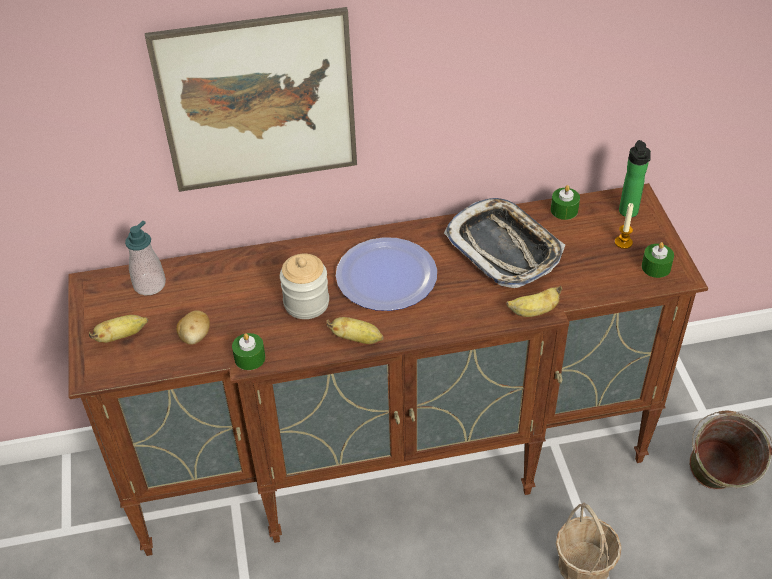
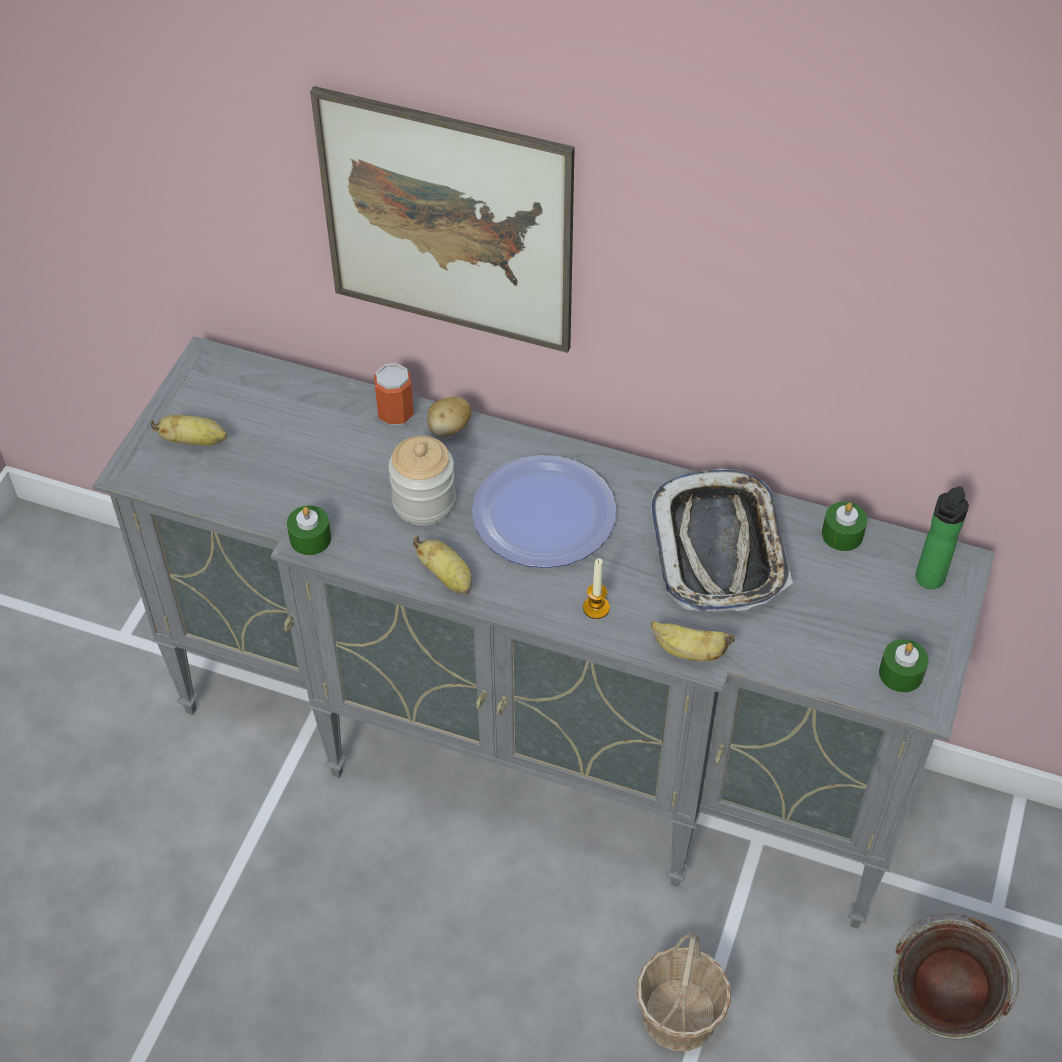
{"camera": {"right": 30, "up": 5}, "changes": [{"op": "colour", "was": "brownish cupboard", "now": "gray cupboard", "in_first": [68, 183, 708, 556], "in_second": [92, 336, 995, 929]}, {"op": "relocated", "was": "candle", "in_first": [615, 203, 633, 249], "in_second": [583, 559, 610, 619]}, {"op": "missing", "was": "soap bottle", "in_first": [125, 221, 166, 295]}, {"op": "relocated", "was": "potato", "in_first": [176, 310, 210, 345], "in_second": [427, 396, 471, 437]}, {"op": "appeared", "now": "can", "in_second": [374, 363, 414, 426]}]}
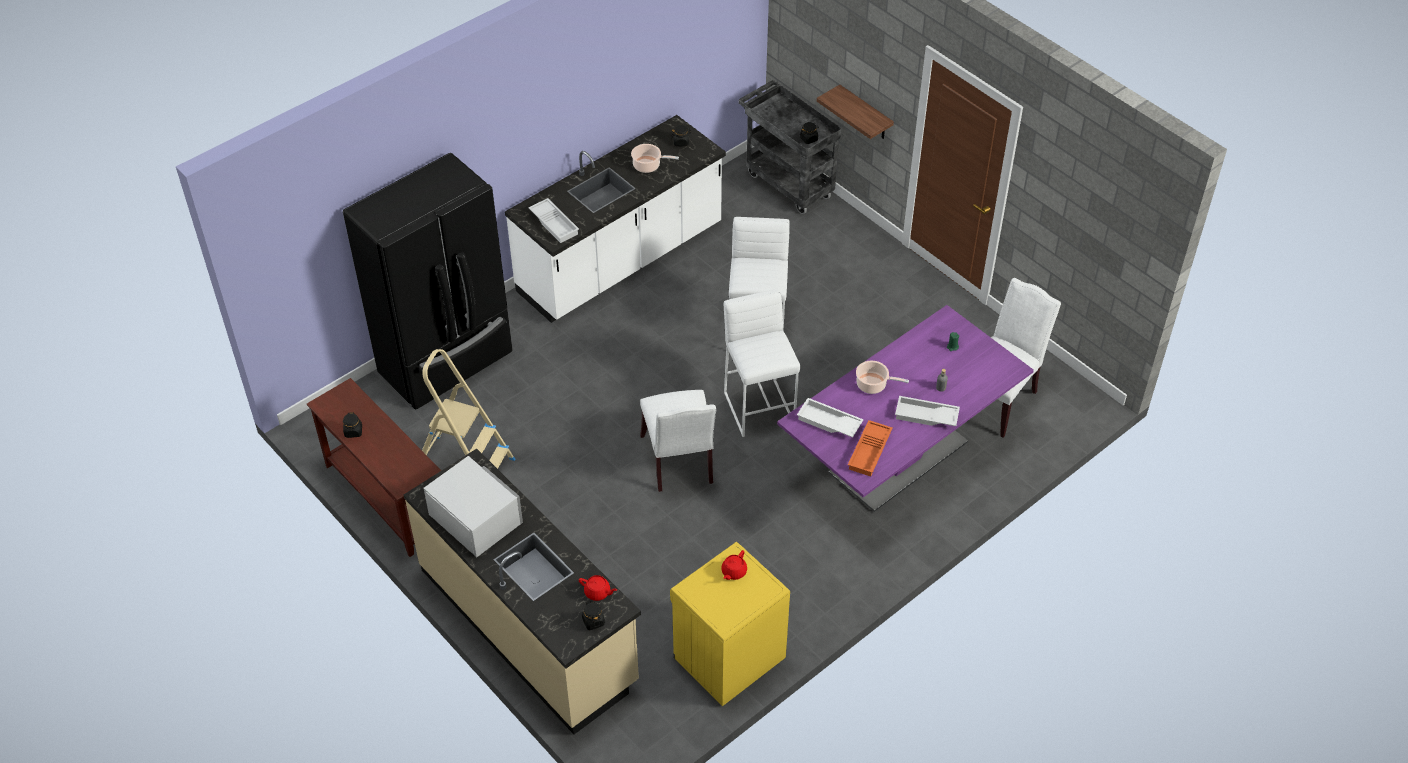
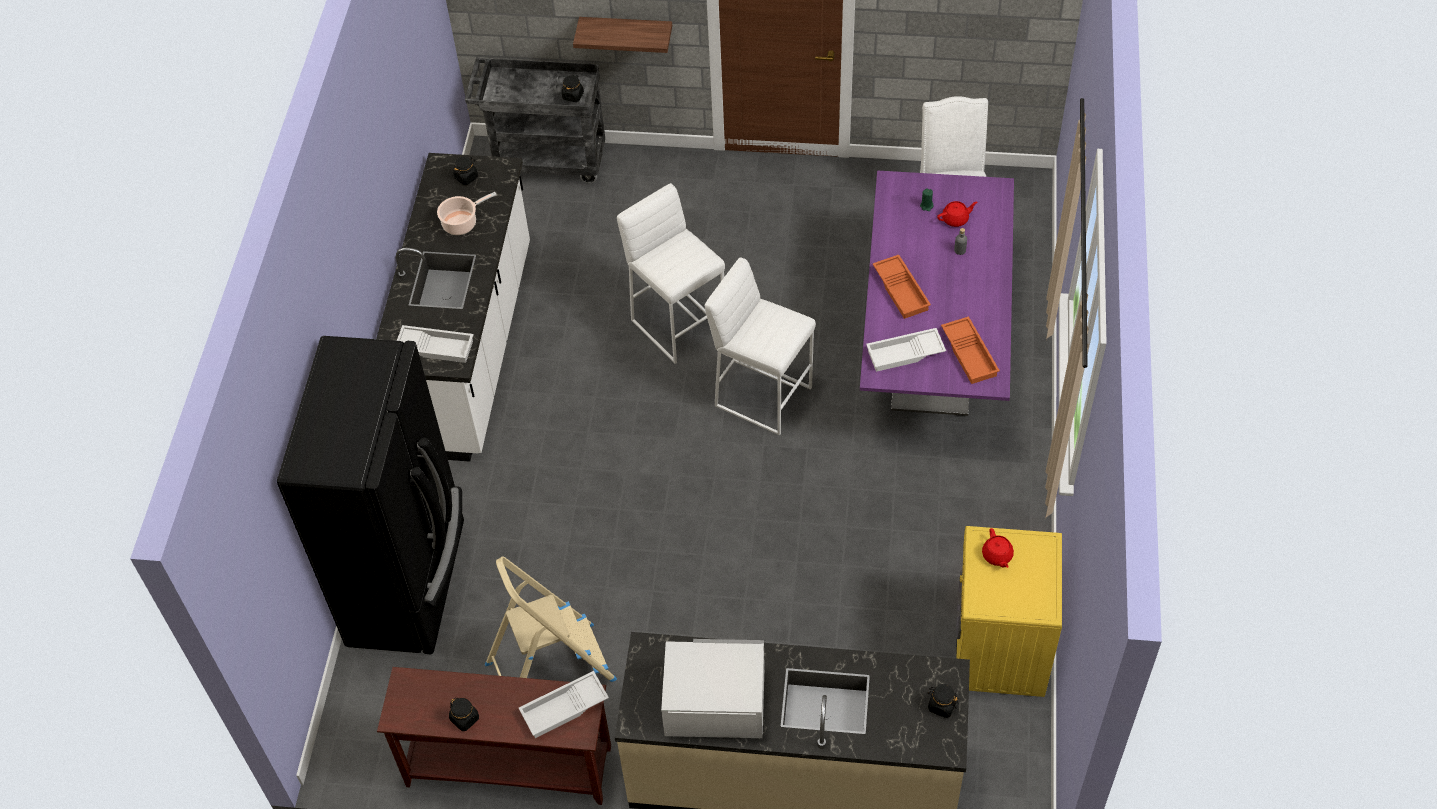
{"camera": {"right": -40, "up": 5}, "changes": [{"op": "exchanged", "was": "cooking pot", "now": "orange-coloured serving tray", "in_first": [856, 361, 909, 394], "in_second": [873, 255, 931, 319]}, {"op": "missing", "was": "white chair", "in_first": [640, 390, 716, 492]}, {"op": "relocated", "was": "white serving tray", "in_first": [895, 396, 960, 426], "in_second": [519, 671, 609, 738]}, {"op": "relocated", "was": "reddish tea pot", "in_first": [579, 575, 617, 601], "in_second": [937, 201, 977, 227]}]}
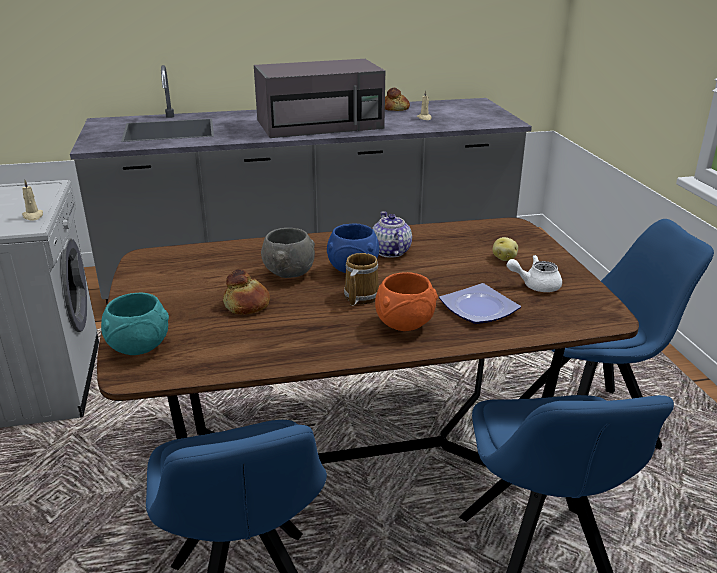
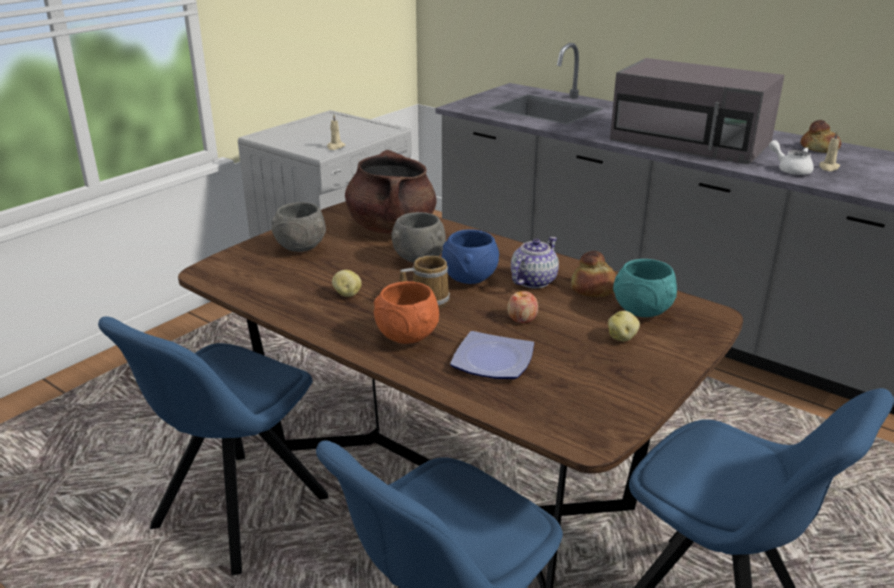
{"camera": {"right": 50, "up": 0}, "changes": [{"op": "relocated", "was": "white tea pot", "in_first": [507, 255, 562, 292], "in_second": [769, 140, 814, 175]}, {"op": "relocated", "was": "bakery bread", "in_first": [223, 269, 270, 315], "in_second": [571, 251, 616, 297]}, {"op": "relocated", "was": "turquoise-coloured deep dish", "in_first": [101, 293, 169, 355], "in_second": [613, 259, 677, 317]}, {"op": "appeared", "now": "brownish cooking pot", "in_second": [345, 150, 437, 234]}, {"op": "appeared", "now": "gray deep dish", "in_second": [271, 202, 326, 252]}, {"op": "appeared", "now": "potato", "in_second": [332, 270, 362, 297]}, {"op": "appeared", "now": "apple fruit", "in_second": [507, 291, 538, 323]}]}
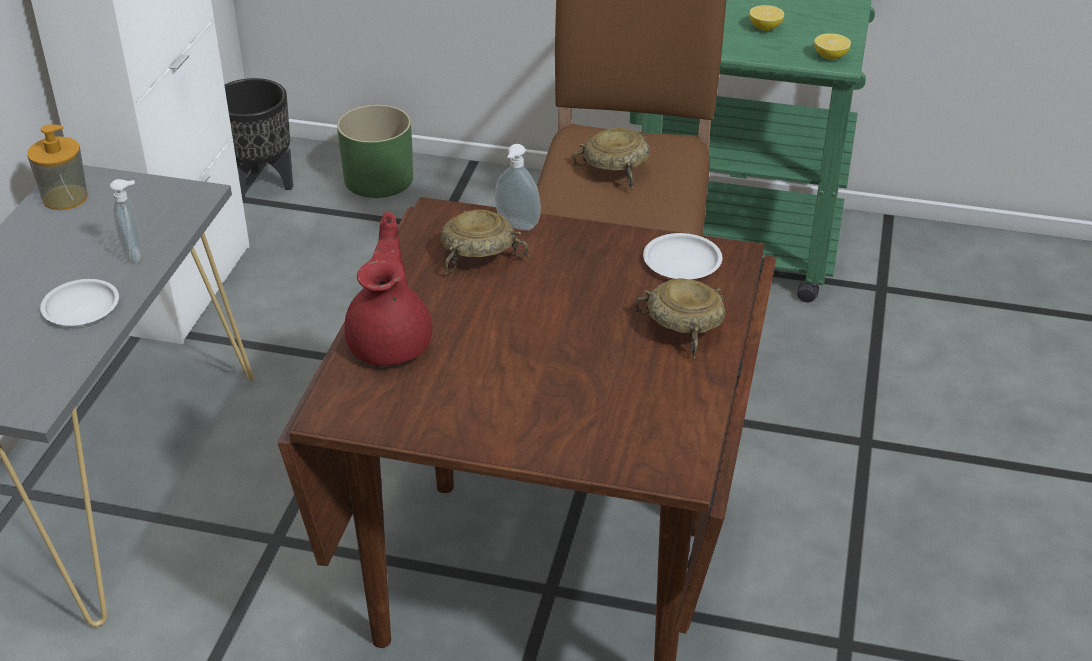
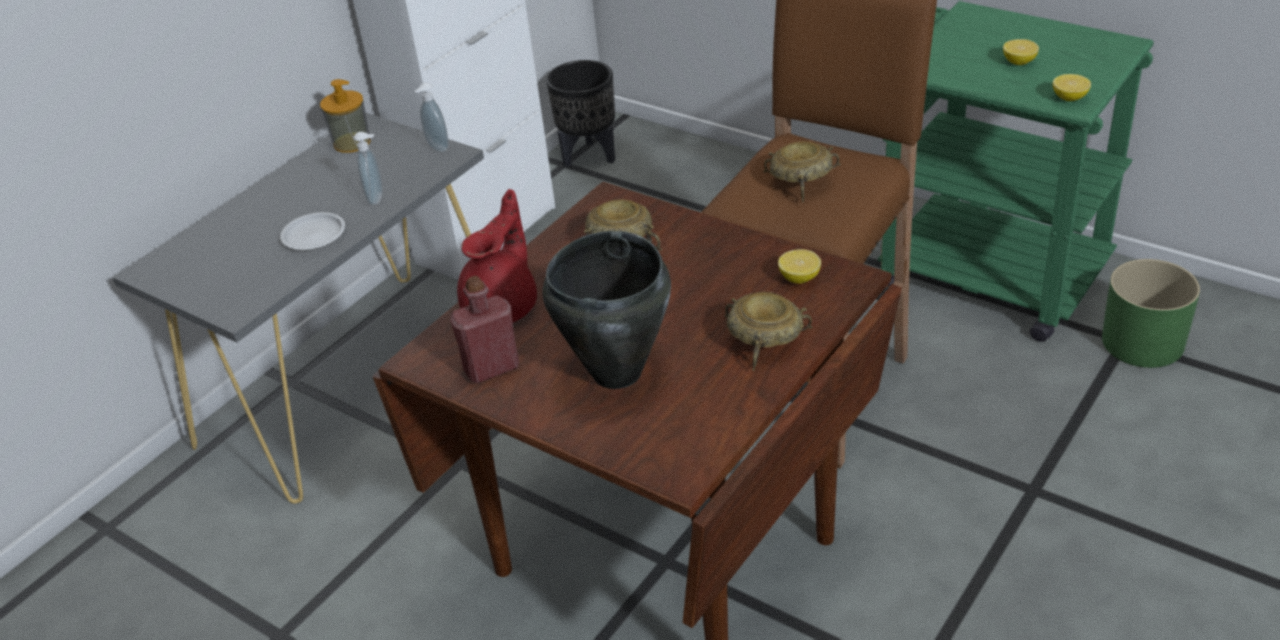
{"camera": {"right": 25, "up": 0}, "changes": [{"op": "relocated", "was": "green-coloured flower pot", "in_first": [337, 105, 413, 198], "in_second": [1102, 259, 1200, 368]}, {"op": "relocated", "was": "soap bottle", "in_first": [495, 144, 541, 231], "in_second": [414, 82, 449, 152]}, {"op": "exchanged", "was": "white plate", "now": "whole lemon", "in_first": [643, 233, 722, 279], "in_second": [778, 249, 821, 284]}, {"op": "appeared", "now": "black-coloured cooking pot", "in_second": [542, 231, 671, 389]}, {"op": "appeared", "now": "reddish drink bottle", "in_second": [450, 276, 519, 383]}]}
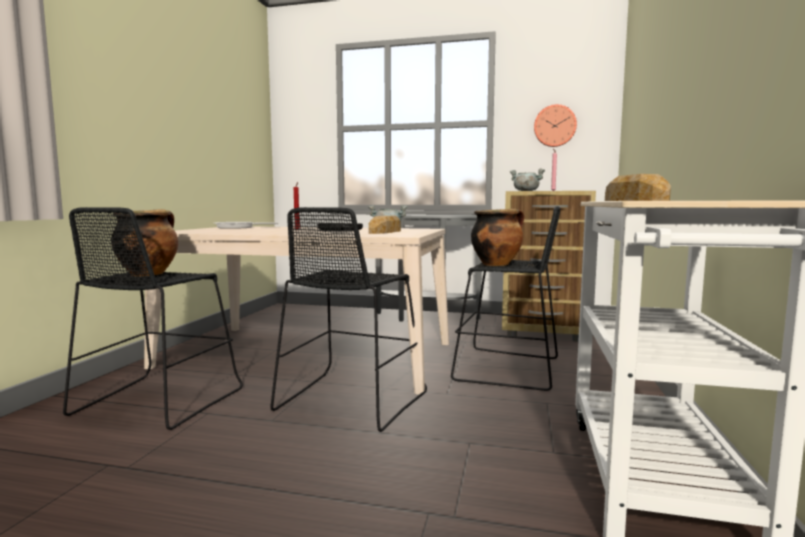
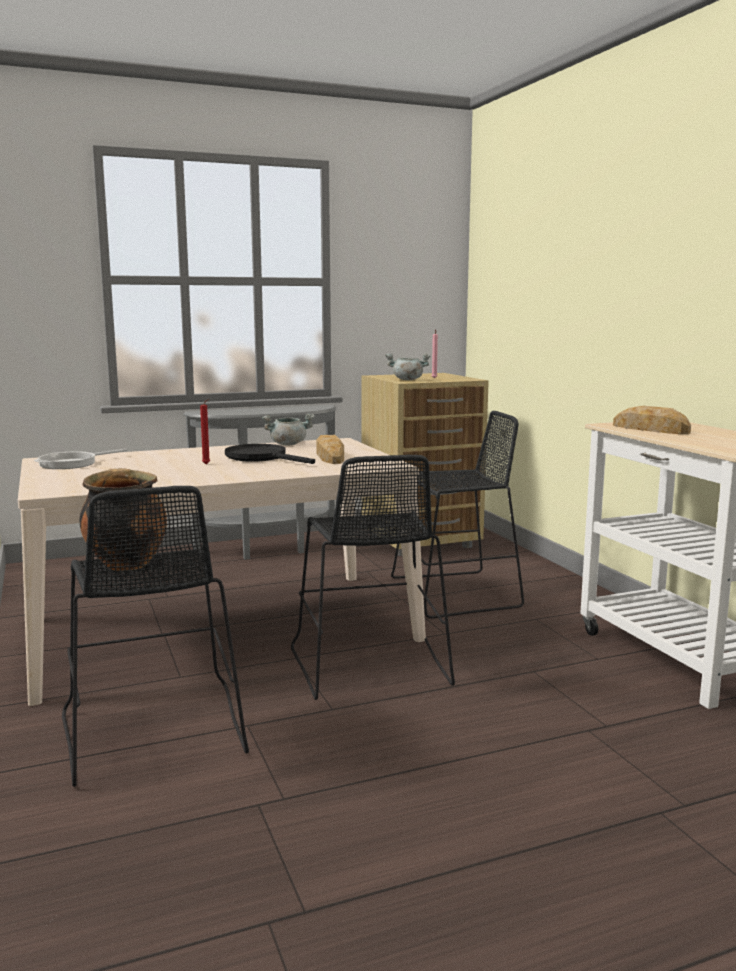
{"camera": {"right": -35, "up": 5}, "changes": [{"op": "missing", "was": "clock on the wall", "in_first": [534, 104, 577, 147]}, {"op": "missing", "was": "cooking pot", "in_first": [471, 208, 524, 266]}]}
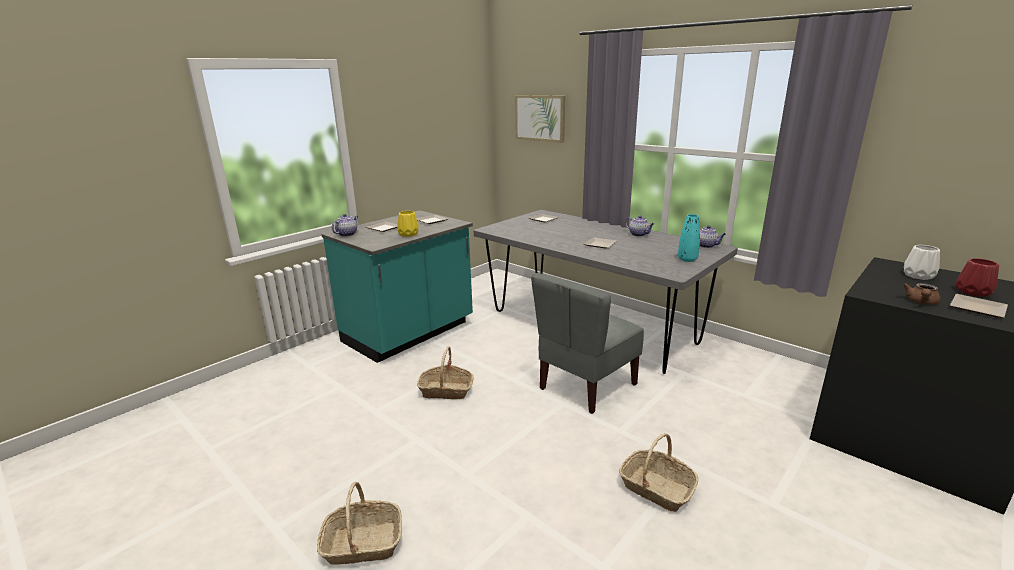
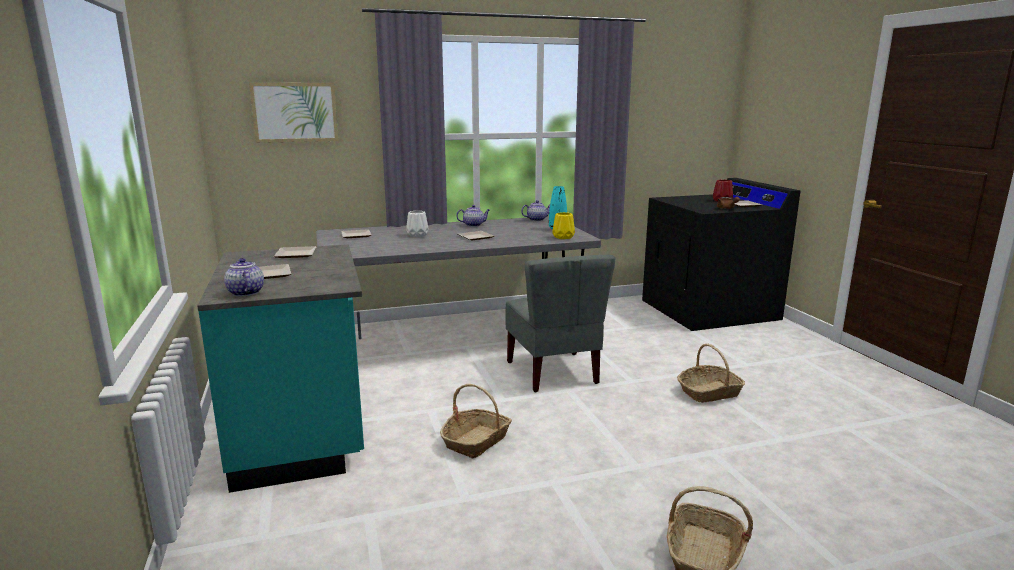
{"camera": {"right": -60, "up": -5}, "changes": [{"op": "relocated", "was": "yellowish vase", "in_first": [397, 211, 419, 237], "in_second": [553, 212, 575, 239]}, {"op": "relocated", "was": "white vase", "in_first": [904, 245, 940, 280], "in_second": [406, 211, 429, 237]}]}
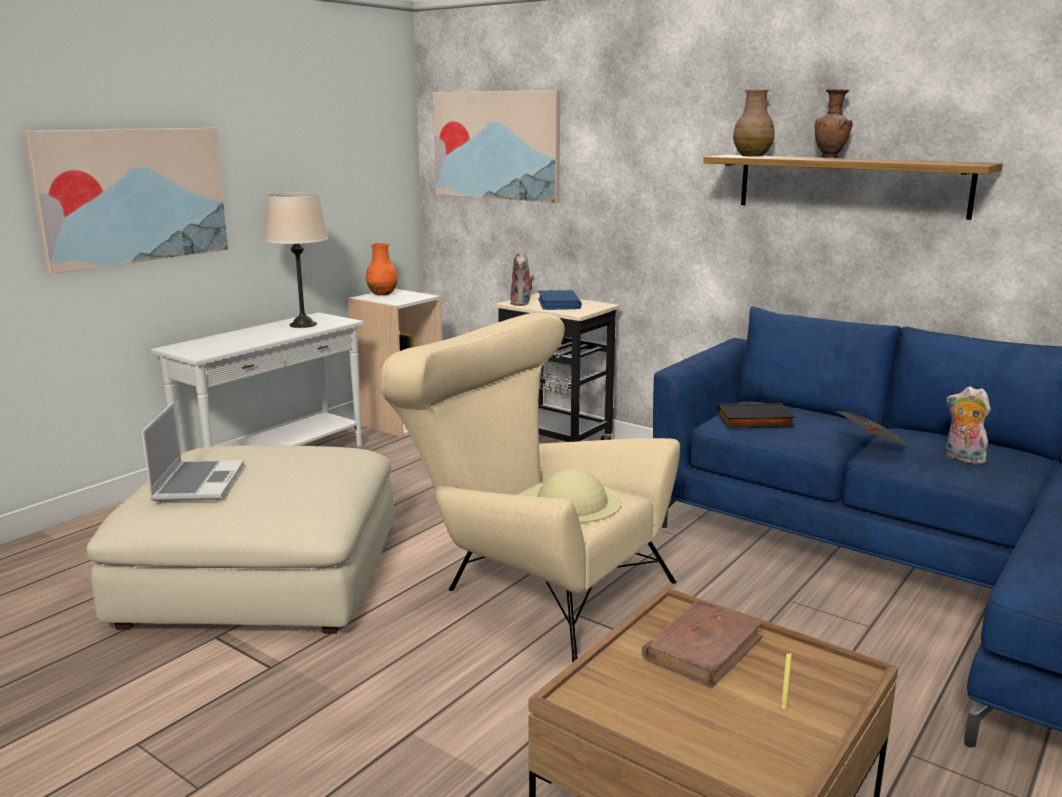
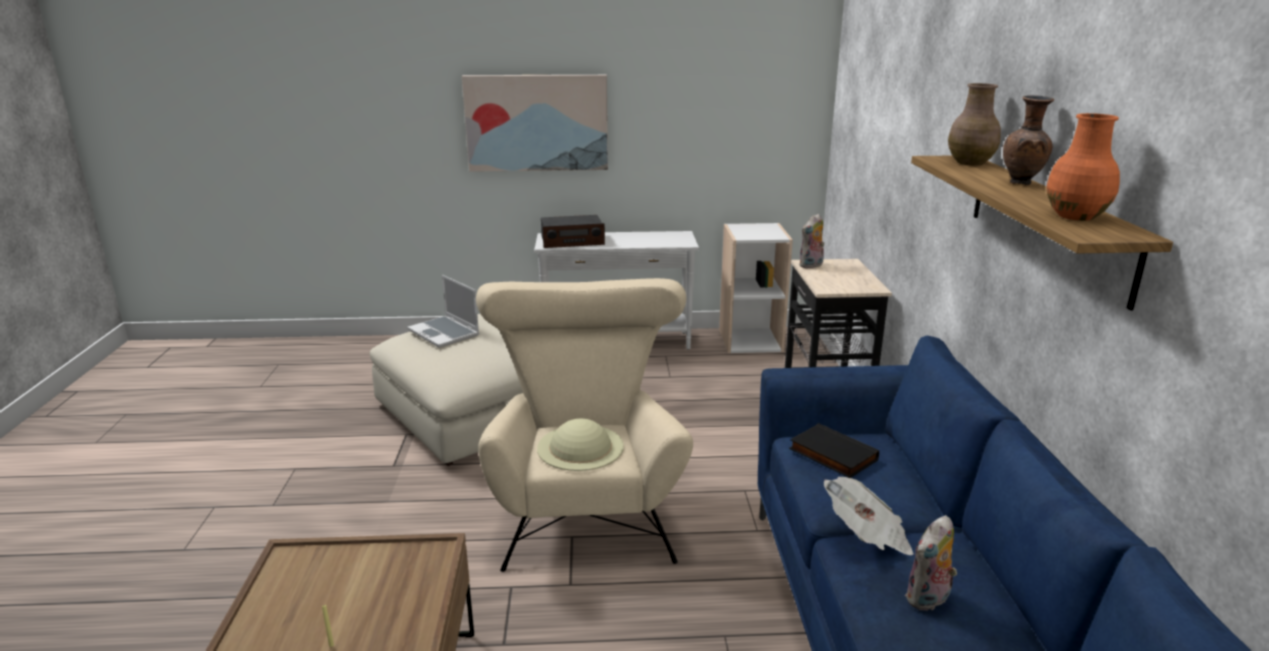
{"camera": {"right": 50, "up": 5}, "changes": [{"op": "missing", "was": "wall art", "in_first": [433, 90, 560, 203]}, {"op": "missing", "was": "beige table lamp", "in_first": [264, 193, 328, 328]}, {"op": "relocated", "was": "orange-coloured vase", "in_first": [366, 243, 398, 295], "in_second": [1047, 113, 1120, 221]}, {"op": "missing", "was": "blue-coloured book", "in_first": [538, 290, 582, 310]}, {"op": "spun", "was": "soft toy", "in_first": [946, 386, 991, 464], "in_second": [905, 515, 957, 612], "clockwise": -135}, {"op": "spun", "was": "laptop", "in_first": [141, 402, 244, 501], "in_second": [407, 275, 479, 348], "clockwise": 90}, {"op": "missing", "was": "brownish book", "in_first": [642, 600, 763, 688]}, {"op": "appeared", "now": "radio set", "in_second": [541, 215, 605, 248]}]}
